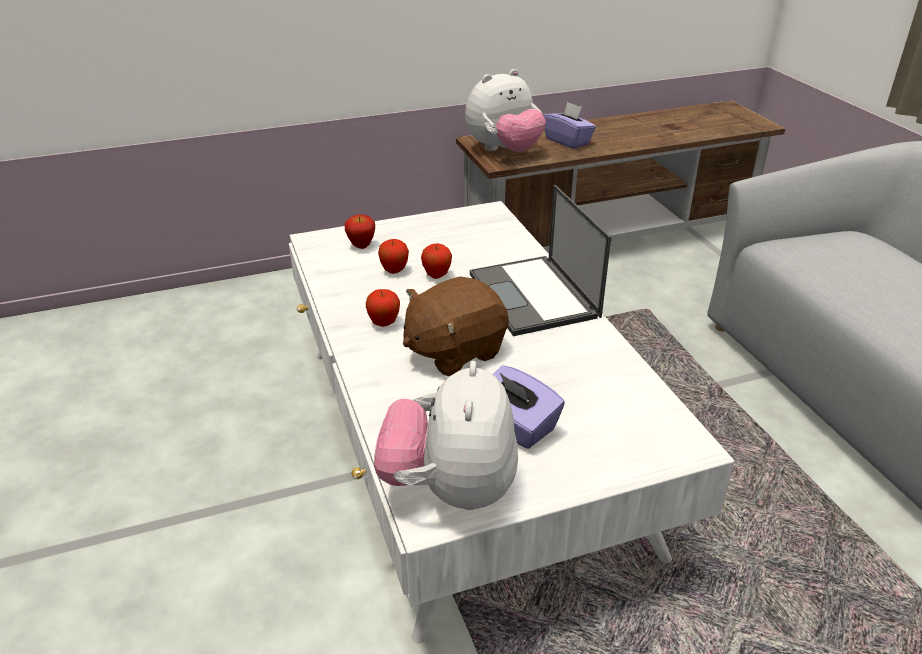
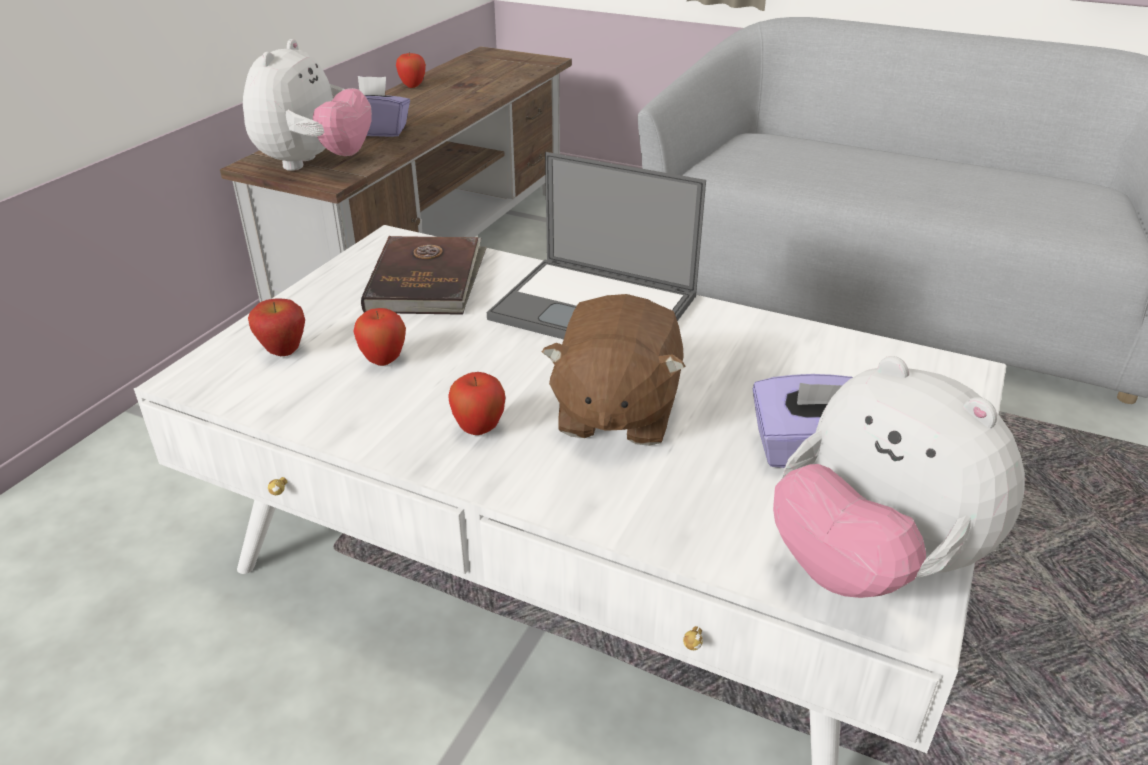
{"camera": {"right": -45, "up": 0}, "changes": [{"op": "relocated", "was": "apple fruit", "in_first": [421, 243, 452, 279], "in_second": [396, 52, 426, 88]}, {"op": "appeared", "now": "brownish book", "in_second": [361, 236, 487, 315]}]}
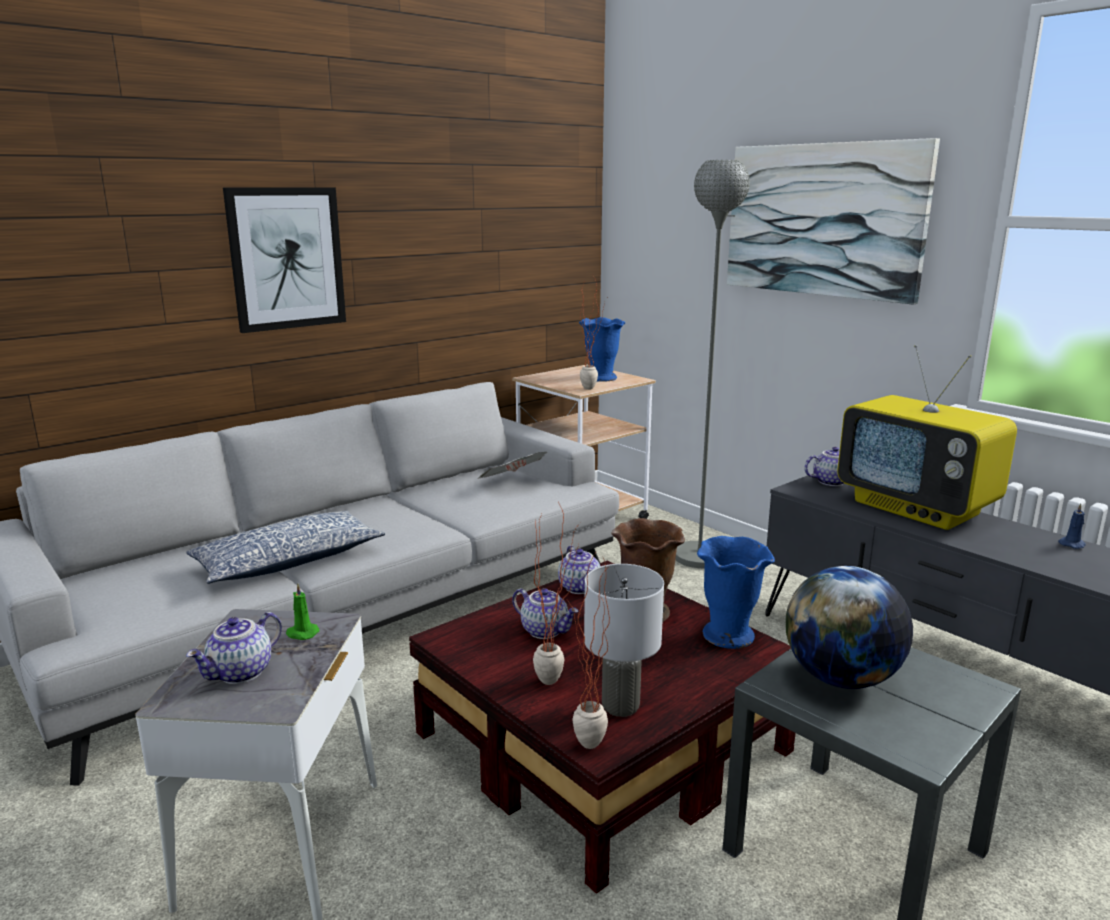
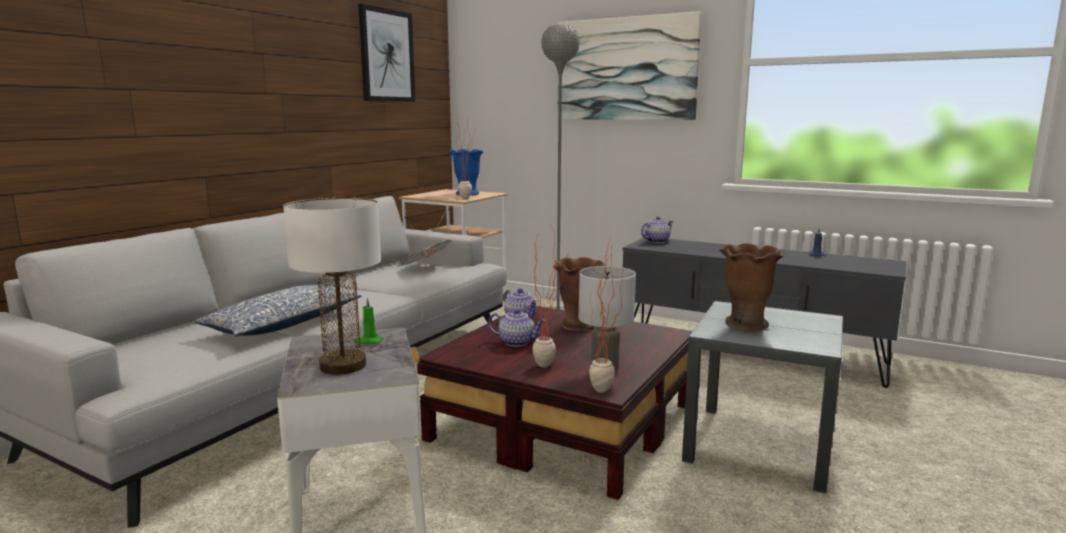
{"camera": {"right": -20, "up": -5}, "changes": [{"op": "relocated", "was": "wall art", "in_first": [223, 188, 346, 333], "in_second": [358, 4, 416, 102]}, {"op": "missing", "was": "TV", "in_first": [837, 345, 1017, 530]}, {"op": "missing", "was": "blue-coloured vase", "in_first": [697, 536, 775, 649]}, {"op": "exchanged", "was": "globe", "now": "brownish vase", "in_first": [786, 566, 913, 689], "in_second": [719, 243, 784, 331]}, {"op": "exchanged", "was": "tea pot", "now": "table lamp", "in_first": [186, 612, 282, 684], "in_second": [283, 198, 381, 375]}]}
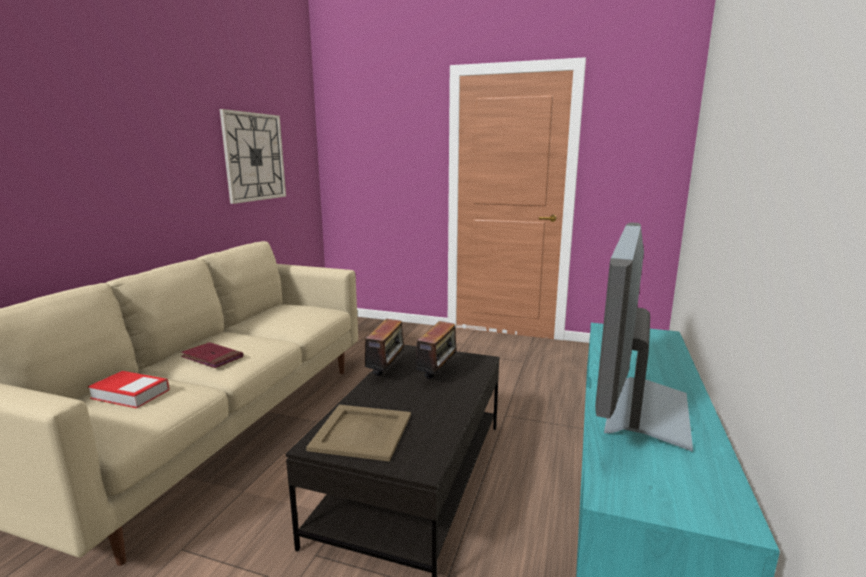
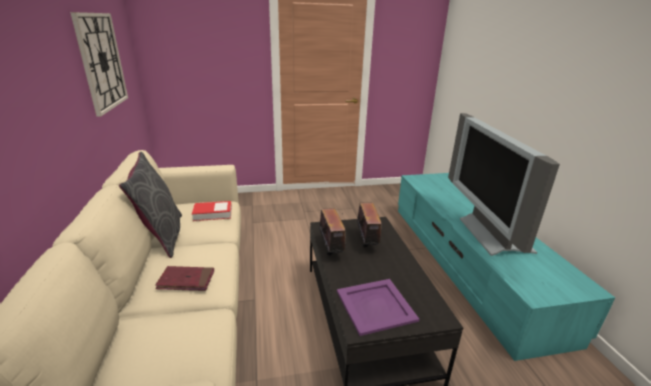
{"camera": {"right": -30, "up": 10}, "changes": [{"op": "relocated", "was": "book", "in_first": [88, 371, 169, 409], "in_second": [192, 201, 232, 221]}, {"op": "colour", "was": "beige serving tray", "now": "purple-coloured serving tray", "in_first": [306, 405, 411, 462], "in_second": [337, 279, 419, 336]}, {"op": "appeared", "now": "gray throw pillow", "in_second": [119, 152, 182, 258]}]}
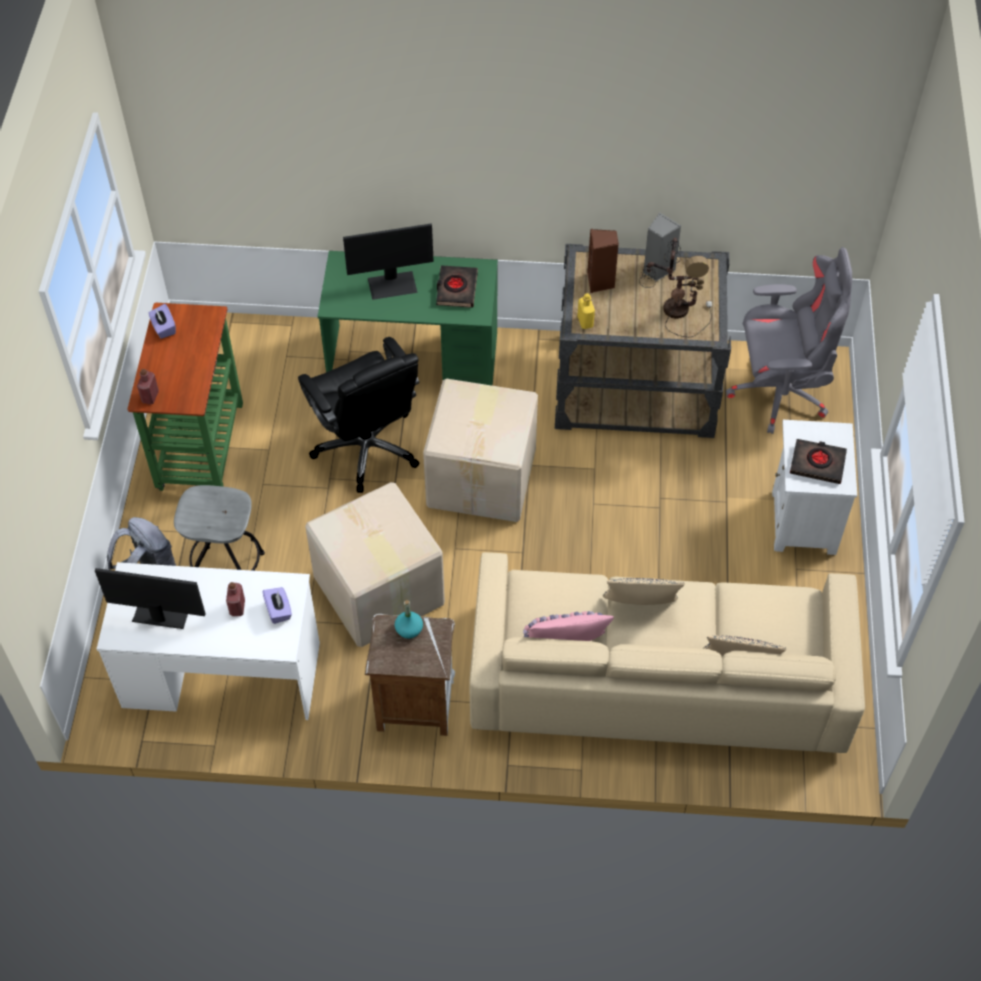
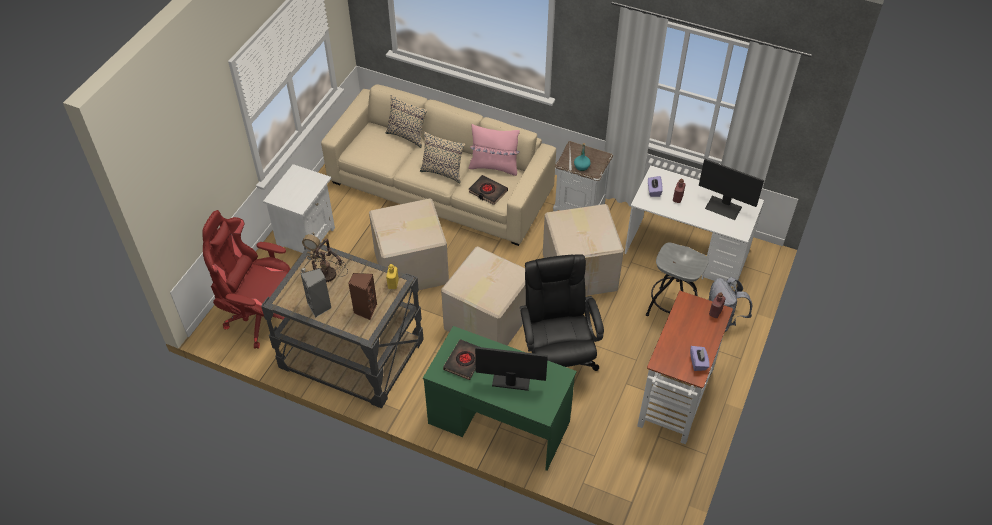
{"camera": {"right": -160, "up": -5}, "changes": [{"op": "colour", "was": "gray office chair", "now": "reddish office chair", "in_first": [726, 247, 852, 434], "in_second": [202, 210, 290, 349]}, {"op": "colour", "was": "green-coloured cart", "now": "white cart", "in_first": [128, 303, 243, 491], "in_second": [637, 291, 733, 444]}, {"op": "relocated", "was": "black-coloured book", "in_first": [790, 439, 847, 484], "in_second": [469, 175, 508, 205]}, {"op": "appeared", "now": "packing box", "in_second": [369, 198, 449, 293]}]}
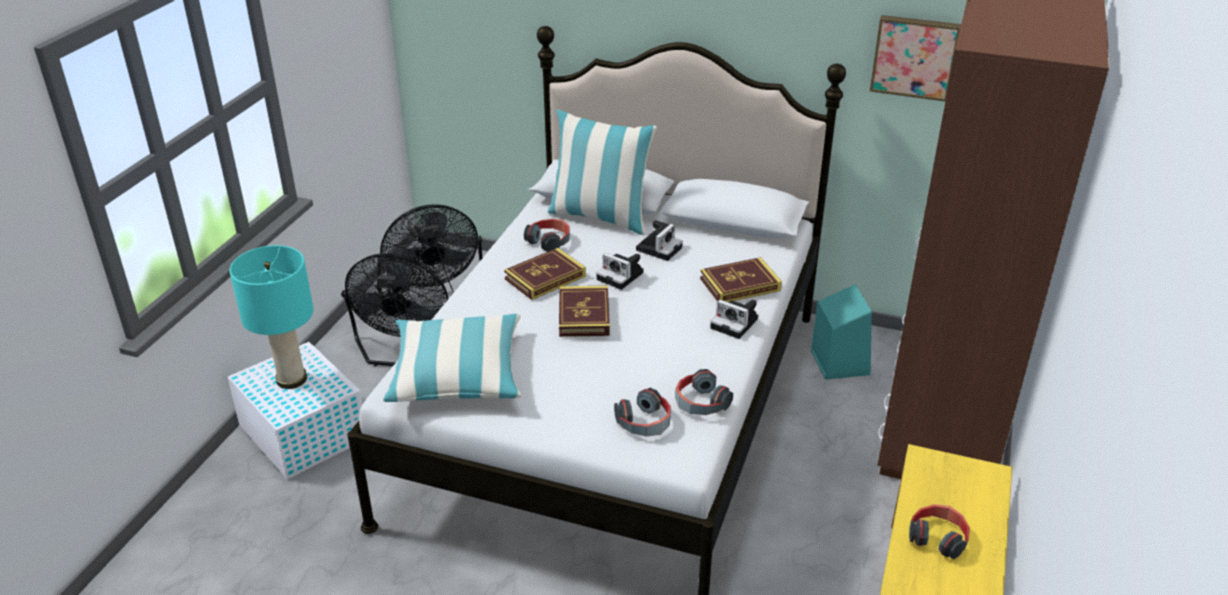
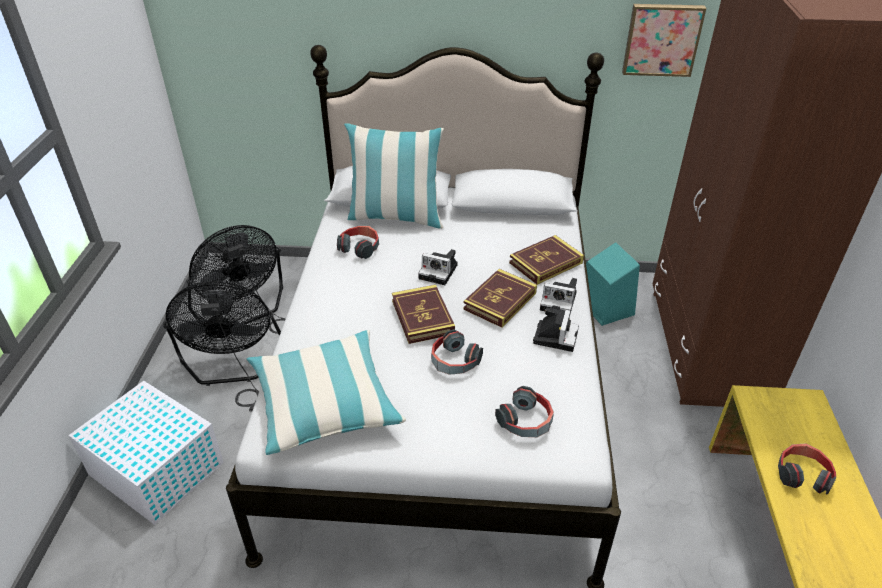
{"camera": {"right": -15, "up": 5}, "changes": [{"op": "relocated", "was": "photo camera", "in_first": [636, 220, 683, 261], "in_second": [533, 307, 579, 352]}, {"op": "missing", "was": "turquoise-coloured table lamp", "in_first": [230, 245, 314, 389]}, {"op": "relocated", "was": "book", "in_first": [504, 248, 586, 300], "in_second": [463, 269, 537, 328]}, {"op": "relocated", "was": "headset", "in_first": [675, 369, 733, 415], "in_second": [431, 329, 483, 375]}]}
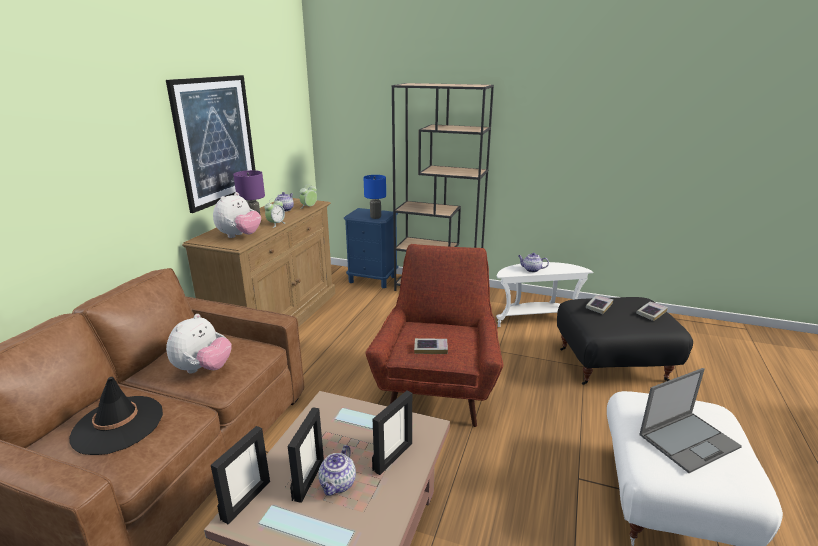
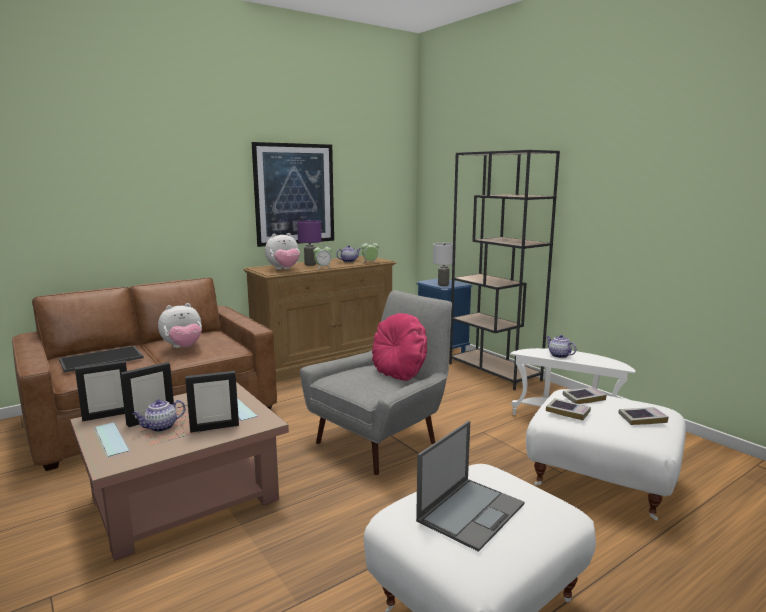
{"camera": {"right": 35, "up": -10}, "changes": [{"op": "colour", "was": "blue-coloured table lamp", "now": "white table lamp", "in_first": [363, 175, 386, 219], "in_second": [433, 243, 456, 286]}, {"op": "colour", "was": "reddish easy chair", "now": "gray easy chair", "in_first": [366, 244, 503, 427], "in_second": [300, 290, 452, 475]}, {"op": "colour", "was": "black-coloured ottoman", "now": "white ottoman", "in_first": [557, 297, 693, 385], "in_second": [526, 389, 686, 521]}, {"op": "relocated", "was": "book", "in_first": [414, 338, 448, 354], "in_second": [546, 398, 591, 420]}, {"op": "spun", "was": "laptop", "in_first": [639, 368, 742, 473], "in_second": [416, 421, 525, 552], "clockwise": -60}, {"op": "exchanged", "was": "black-coloured clothing hat", "now": "serving tray", "in_first": [69, 377, 163, 455], "in_second": [59, 346, 144, 373]}, {"op": "appeared", "now": "pink-coloured throw pillow", "in_second": [372, 313, 427, 381]}]}
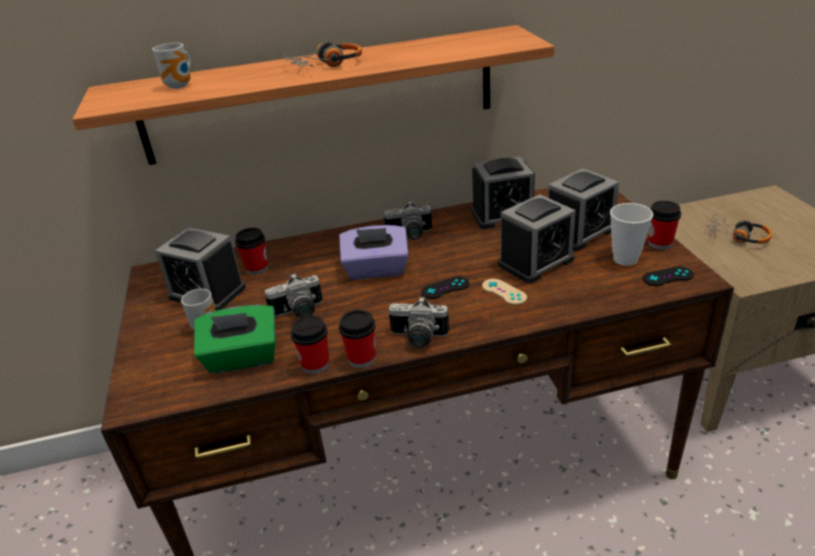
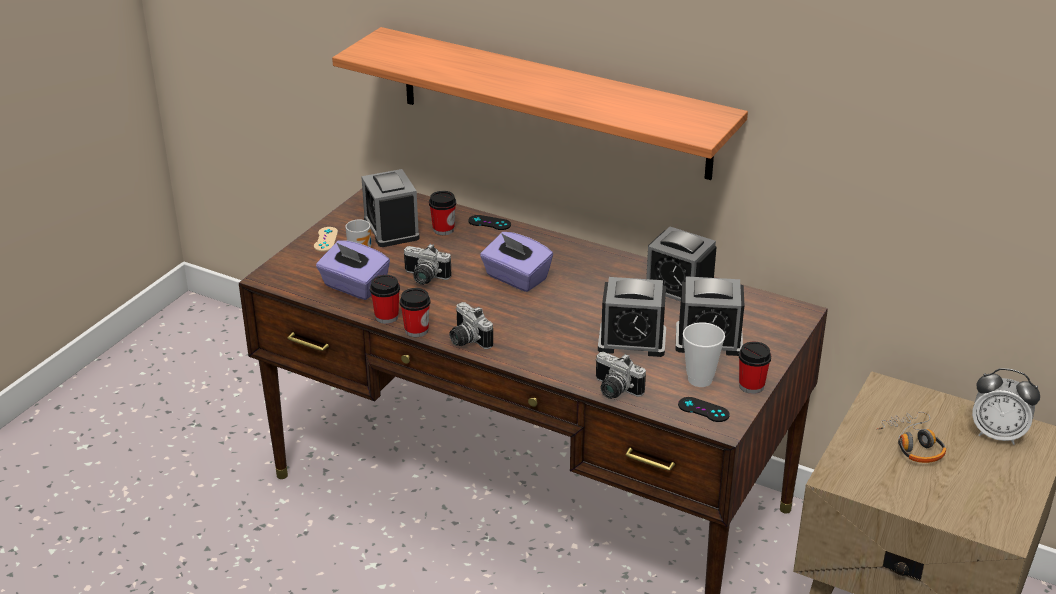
{"camera": {"right": 40, "up": 0}, "changes": [{"op": "missing", "was": "headset", "in_first": [283, 41, 362, 67]}, {"op": "missing", "was": "tea mug", "in_first": [152, 43, 191, 89]}, {"op": "relocated", "was": "photo camera", "in_first": [384, 201, 432, 240], "in_second": [596, 352, 646, 399]}, {"op": "relocated", "was": "black-coloured gamepad", "in_first": [421, 276, 469, 299], "in_second": [468, 215, 511, 230]}, {"op": "relocated", "was": "beige gamepad", "in_first": [482, 279, 527, 305], "in_second": [314, 227, 338, 252]}, {"op": "colour", "was": "green-coloured tissue box", "now": "purple-coloured tissue box", "in_first": [194, 305, 276, 374], "in_second": [316, 241, 390, 300]}, {"op": "appeared", "now": "alarm clock", "in_second": [972, 368, 1040, 445]}]}
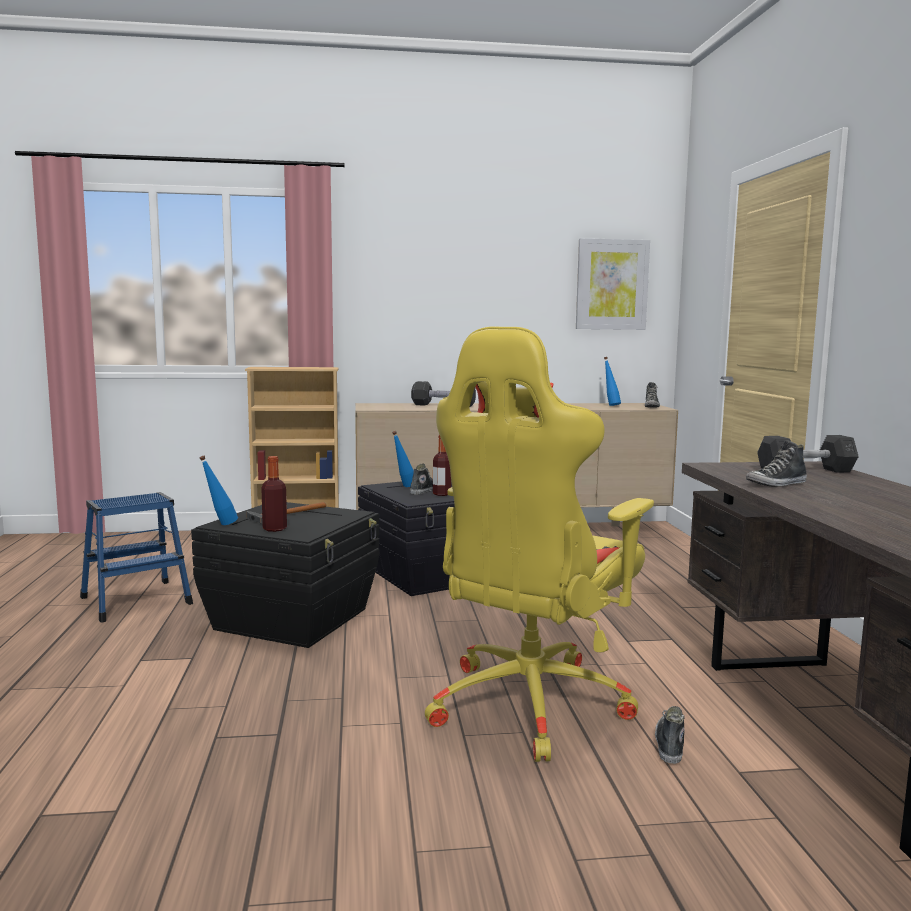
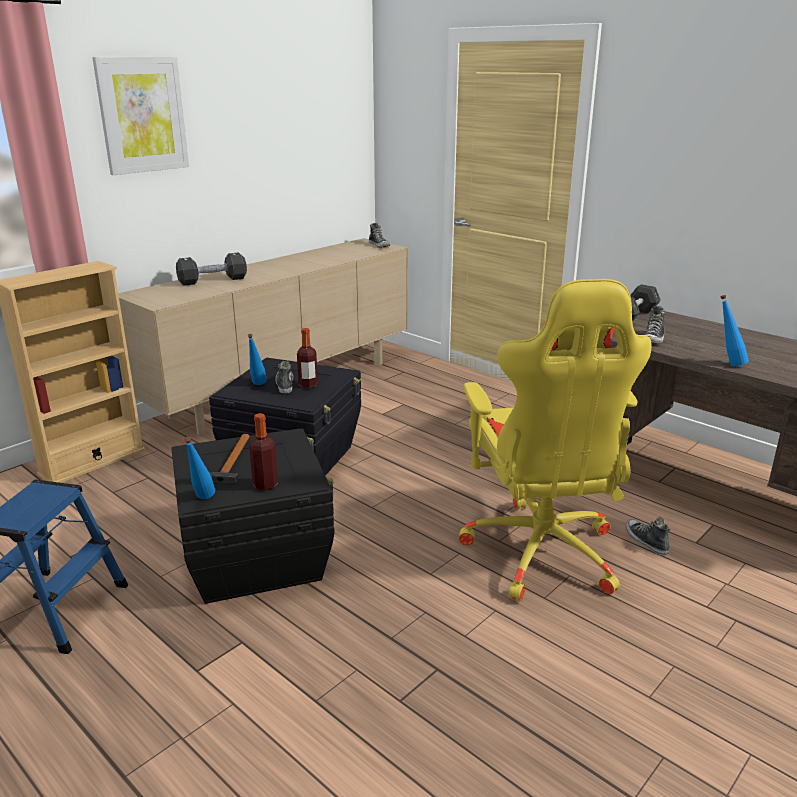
{"camera": {"right": -40, "up": 15}, "changes": [{"op": "relocated", "was": "wall art", "in_first": [576, 238, 650, 330], "in_second": [92, 57, 189, 175]}, {"op": "relocated", "was": "blue-coloured drink bottle", "in_first": [604, 357, 621, 406], "in_second": [720, 295, 749, 366]}]}
